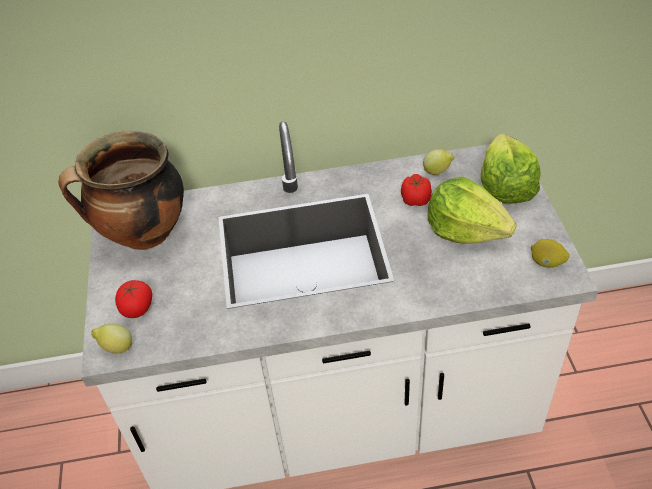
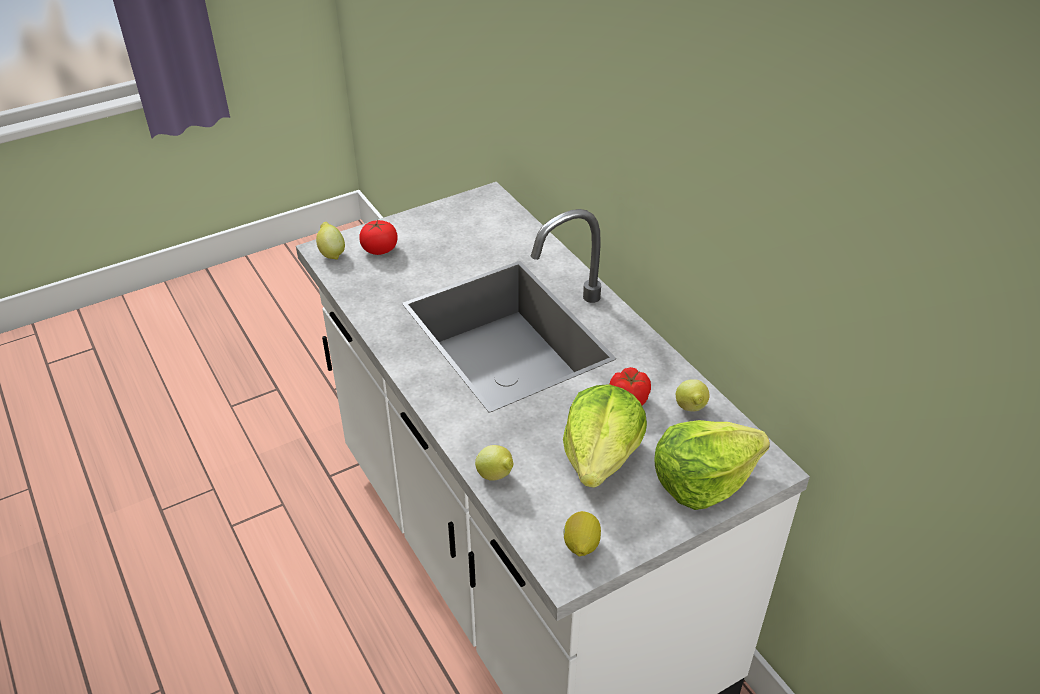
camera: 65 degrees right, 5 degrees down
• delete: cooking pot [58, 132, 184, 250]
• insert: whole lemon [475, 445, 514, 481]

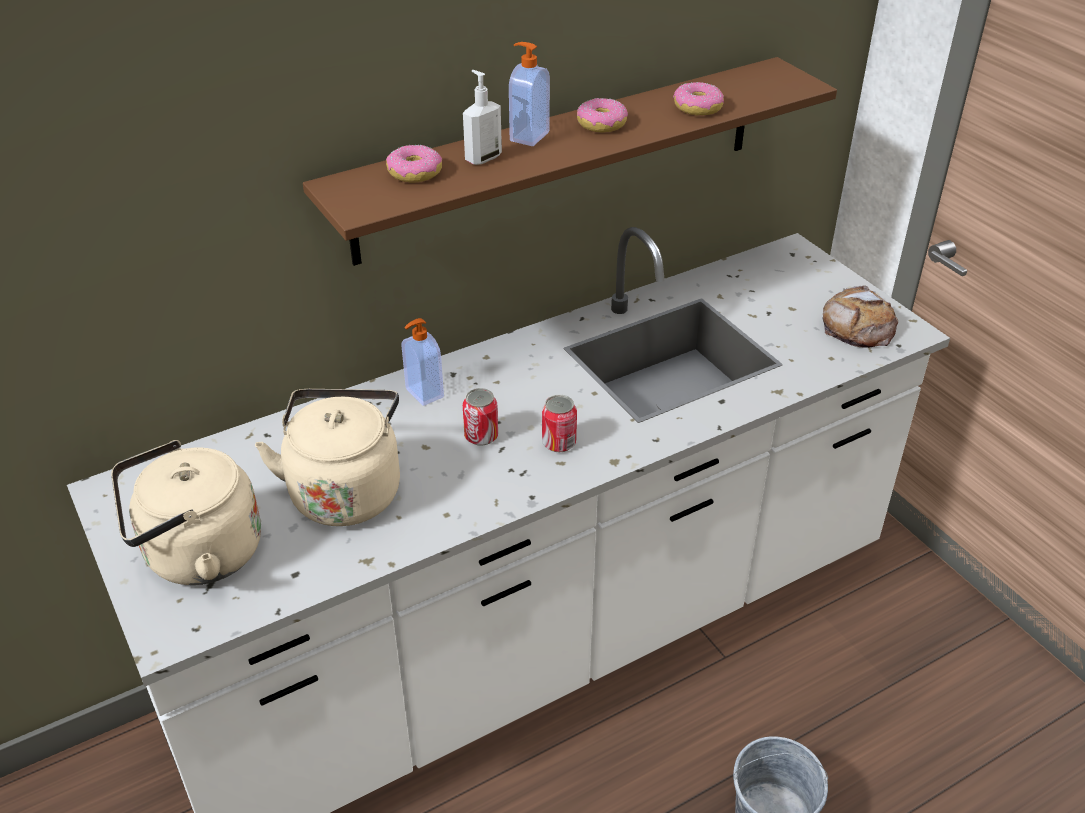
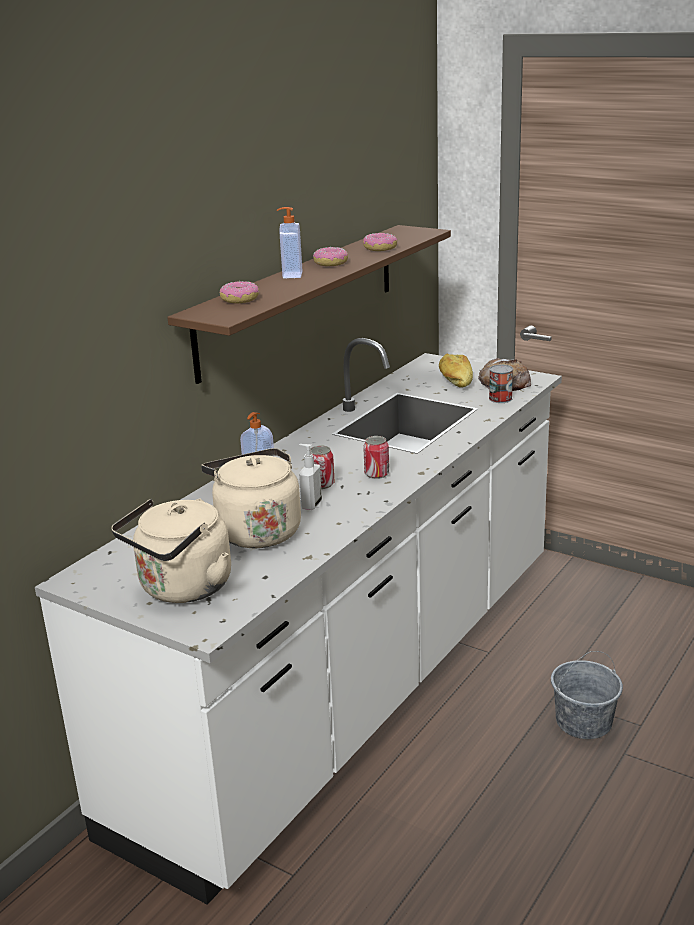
camera: 25 degrees left, 15 degrees down
• move: soap bottle [463, 70, 502, 165] to [299, 444, 322, 510]
• insert: bread [439, 354, 473, 388]
• insert: metal can [489, 365, 513, 403]

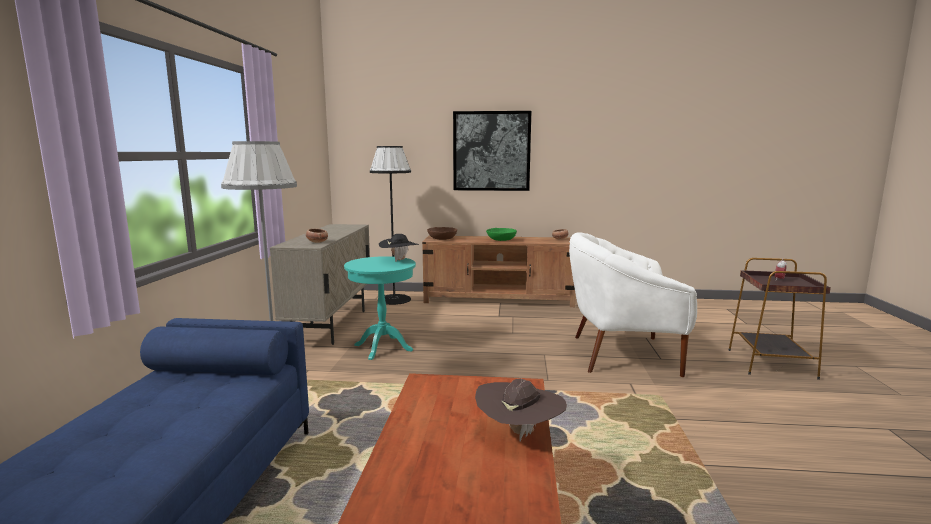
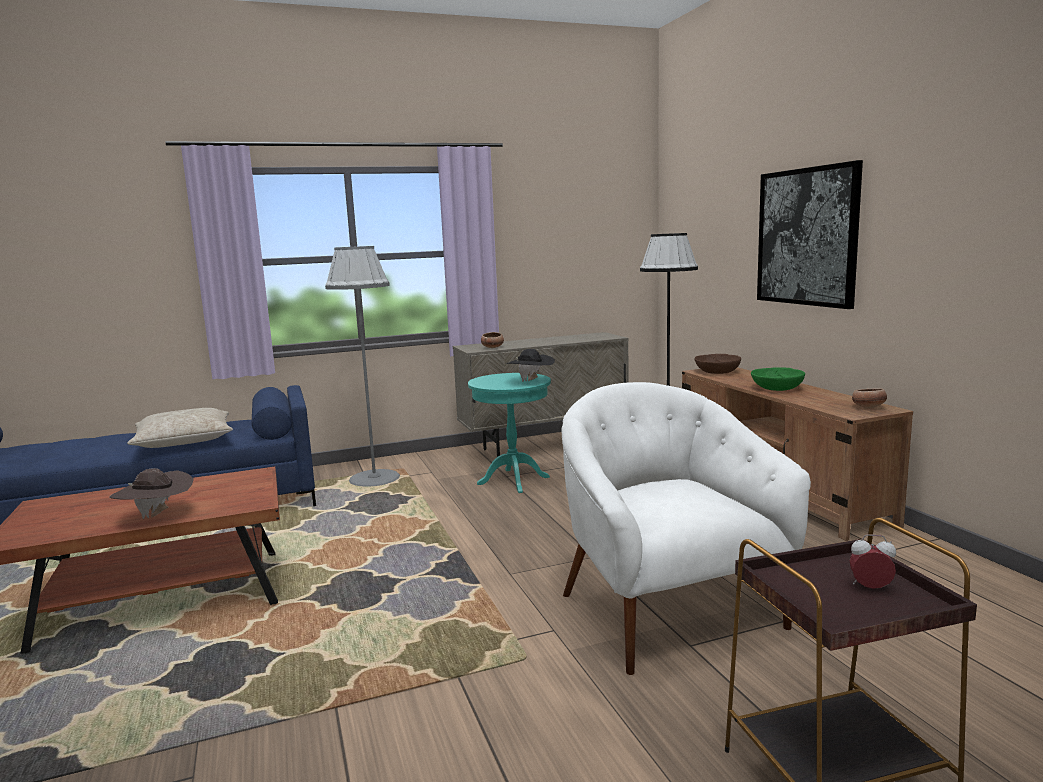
camera: 65 degrees right, 0 degrees up
• insert: sand-coloured pillow [127, 408, 233, 448]

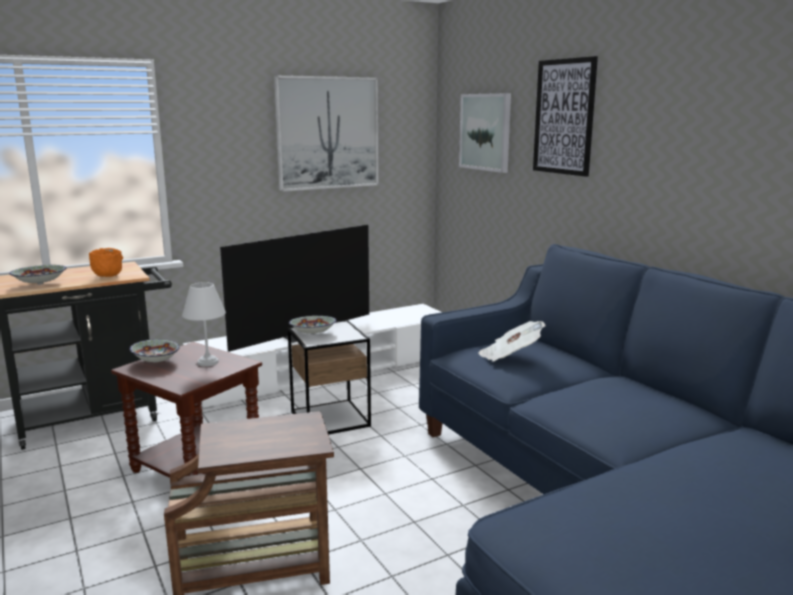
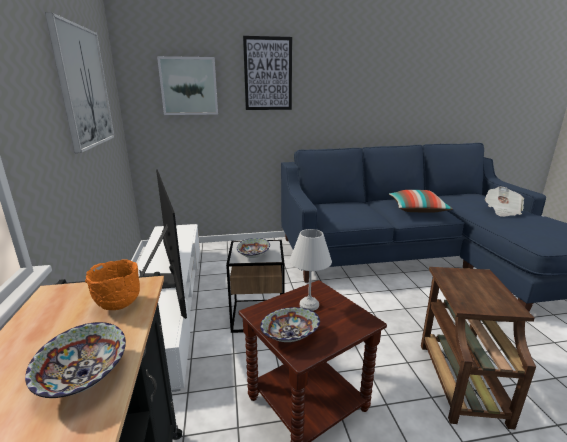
camera: 70 degrees left, 5 degrees up
• move: daily paper [478, 321, 546, 362] to [485, 187, 524, 217]
• insert: pillow [389, 190, 453, 213]

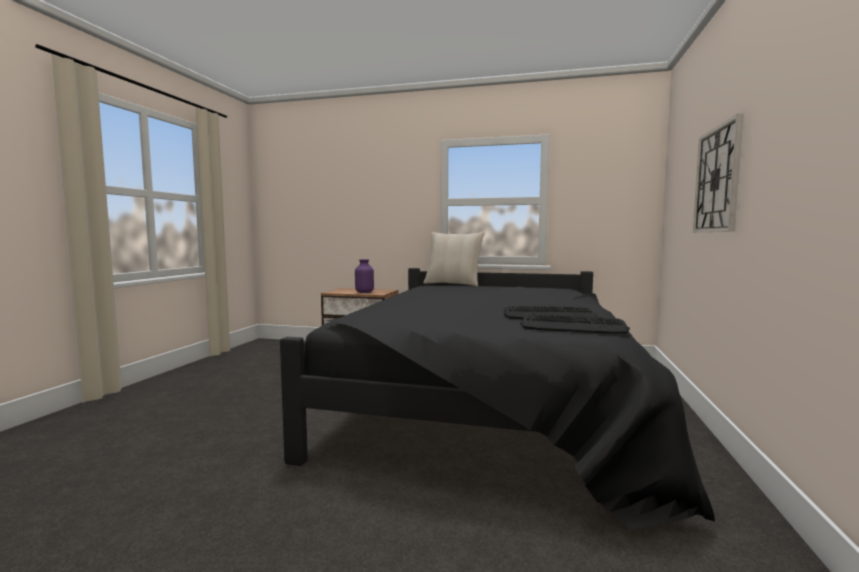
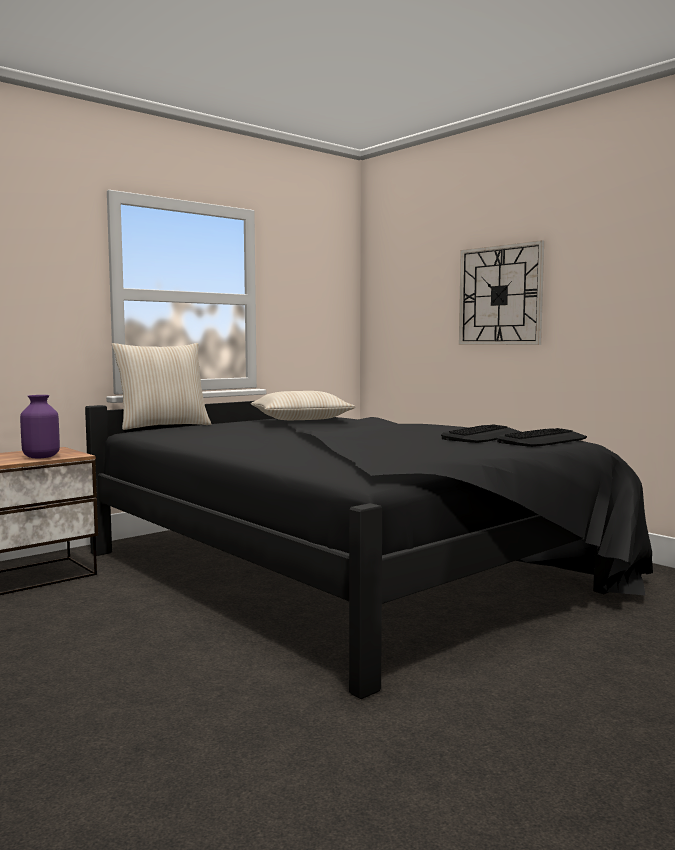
camera: 55 degrees left, 0 degrees up
• insert: sand-coloured pillow [251, 391, 355, 420]

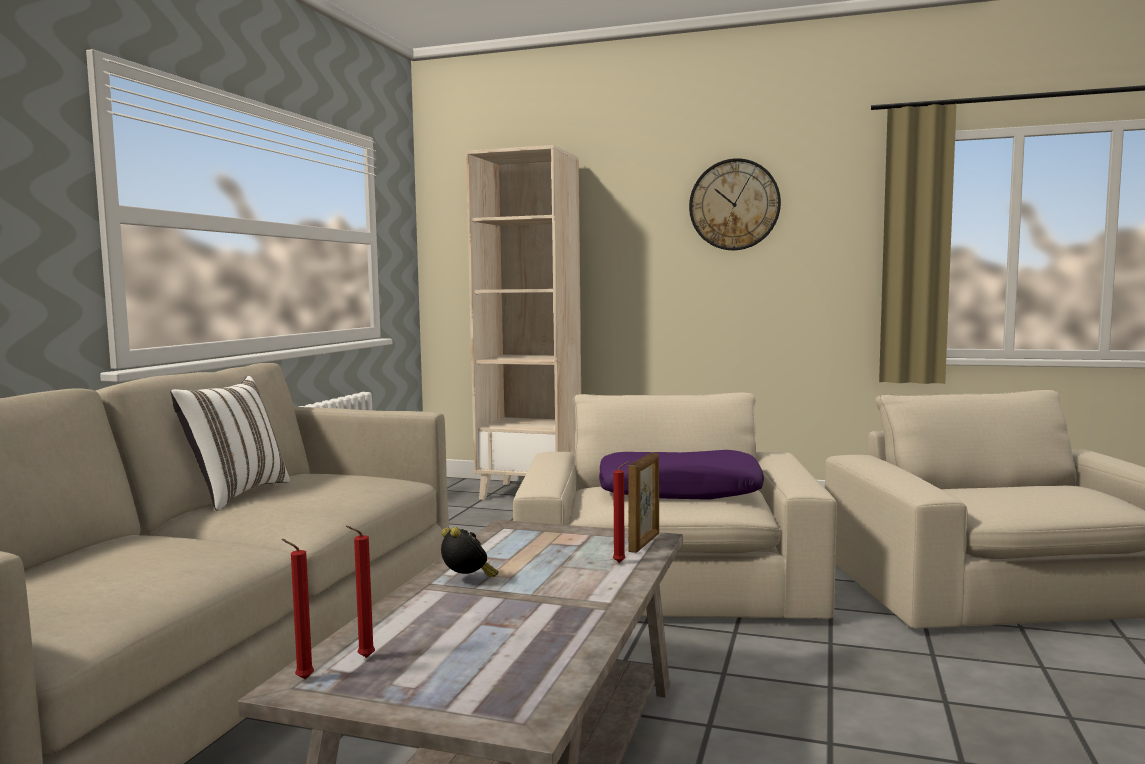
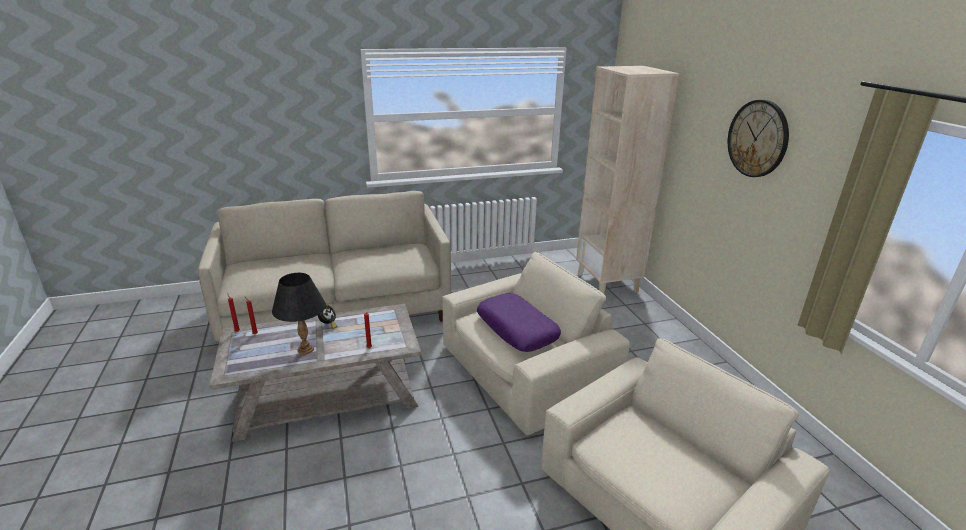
camera: 55 degrees right, 20 degrees up
• delete: white pillow [170, 376, 290, 511]
• delete: picture frame [628, 453, 659, 553]
• insert: blackish table lamp [272, 273, 326, 354]

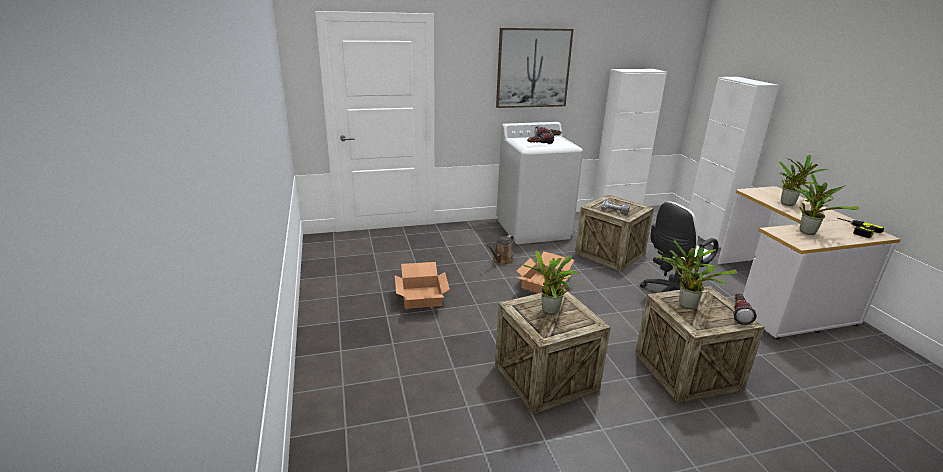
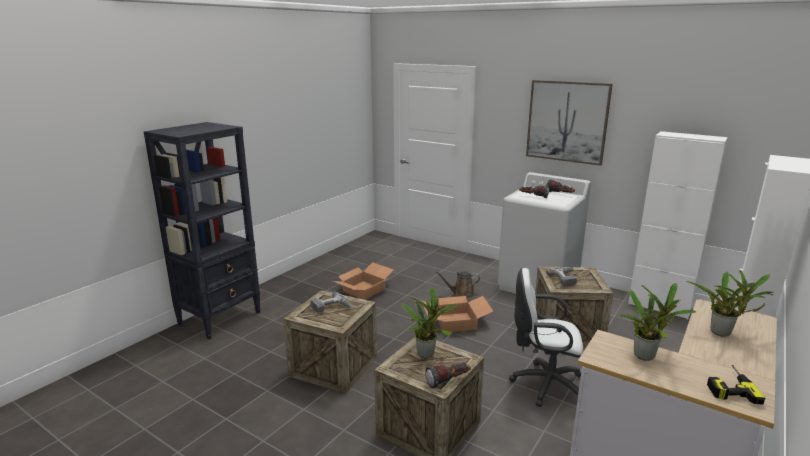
camera: 50 degrees right, 5 degrees down
• replace: houseplant [523, 250, 582, 315] to power drill [310, 292, 352, 313]
• insert: blackish shelving unit [144, 122, 260, 340]

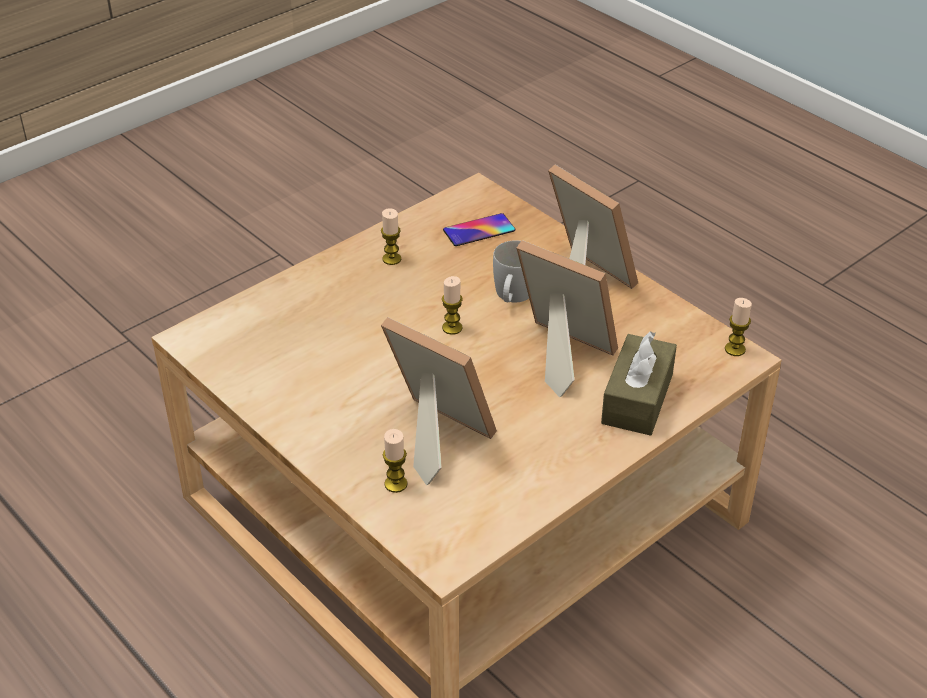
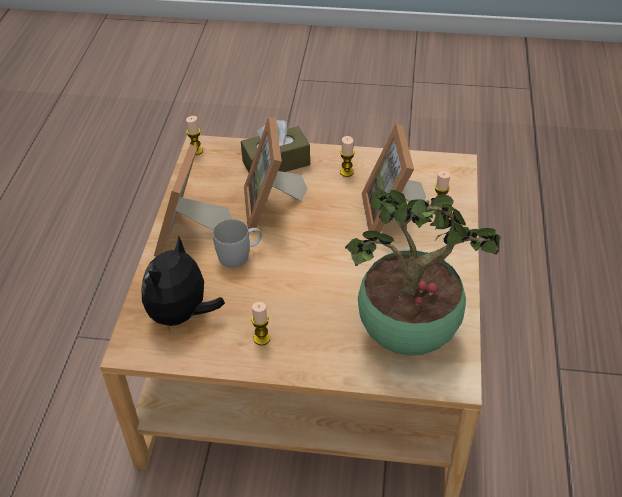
camera: 130 degrees left, 5 degrees up
• replace: phone [443, 213, 515, 246] to soft toy [141, 235, 225, 330]
• move: wax candle [442, 276, 463, 335] to [340, 136, 355, 177]
• insert: houseplant [345, 189, 503, 356]

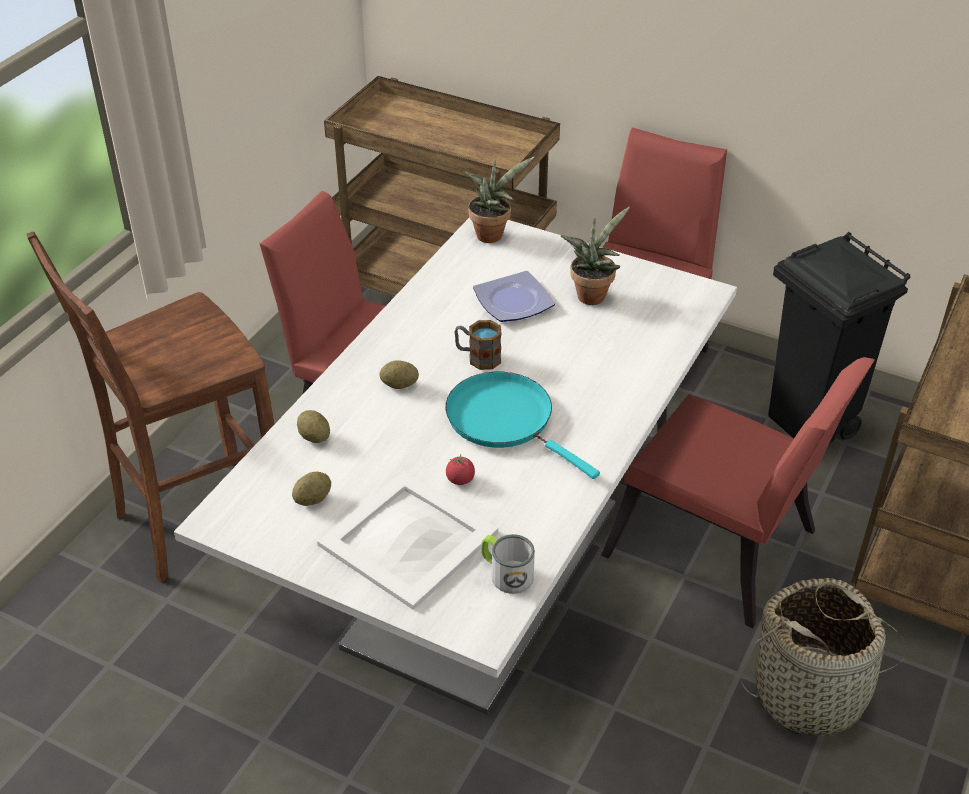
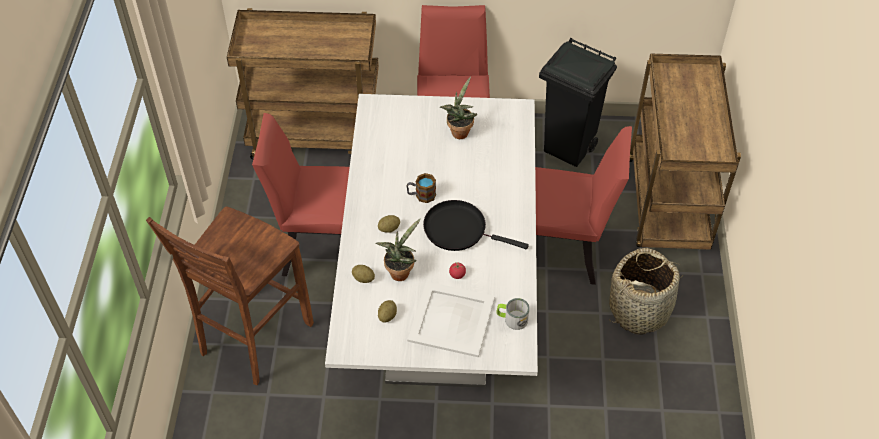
camera: 25 degrees left, 10 degrees up
• move: houseplant [463, 157, 534, 243] to [375, 218, 421, 281]
• delete: dinner plate [473, 271, 555, 322]
• recolor: blue-green pan [445, 372, 600, 479] to blackish pan [423, 200, 529, 251]

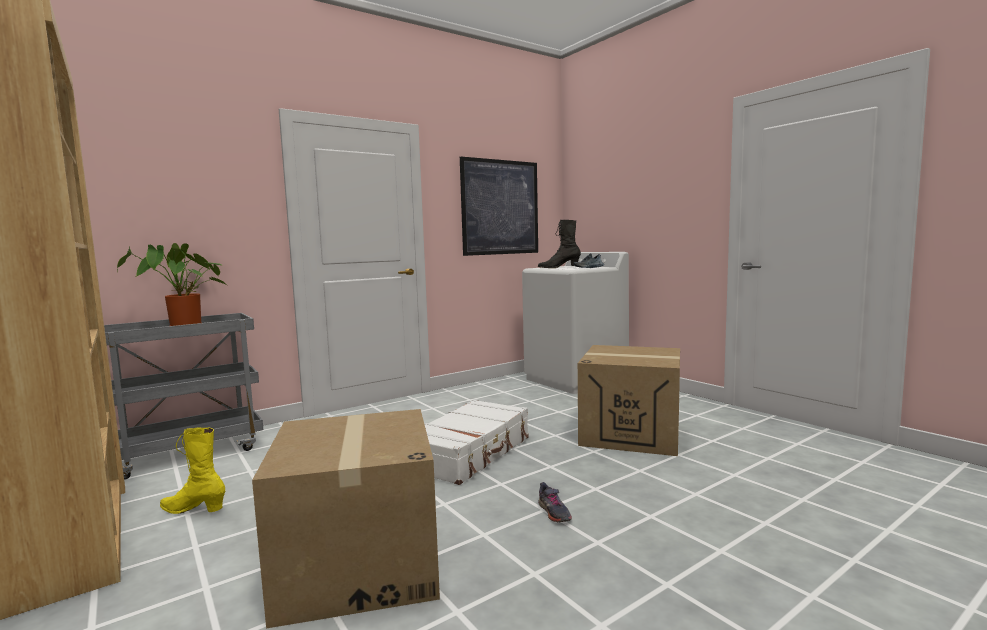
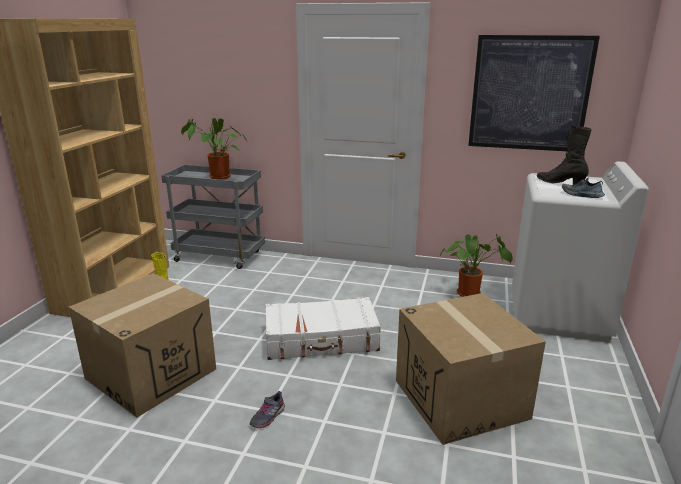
camera: 50 degrees right, 15 degrees up
• insert: houseplant [439, 234, 513, 297]

